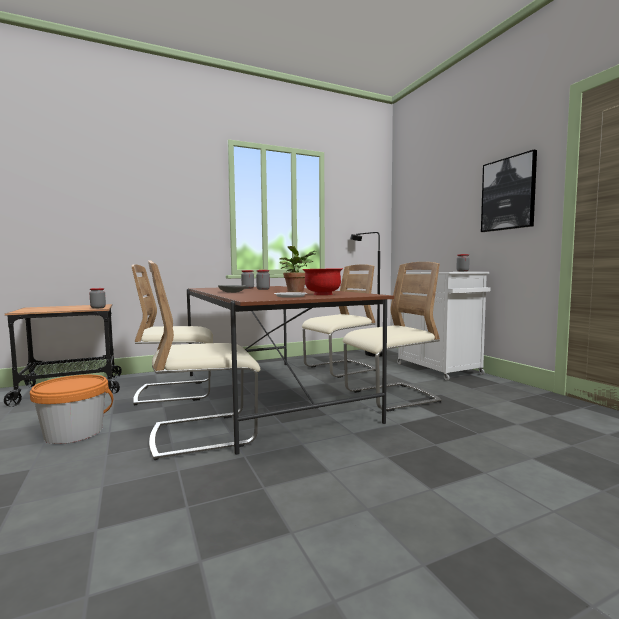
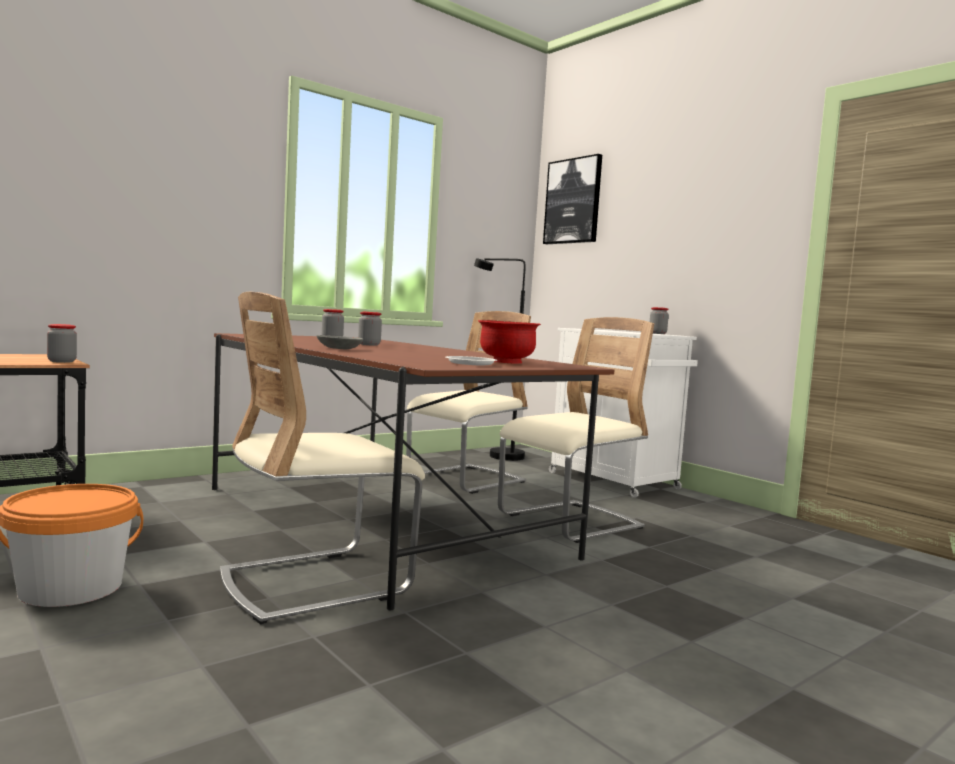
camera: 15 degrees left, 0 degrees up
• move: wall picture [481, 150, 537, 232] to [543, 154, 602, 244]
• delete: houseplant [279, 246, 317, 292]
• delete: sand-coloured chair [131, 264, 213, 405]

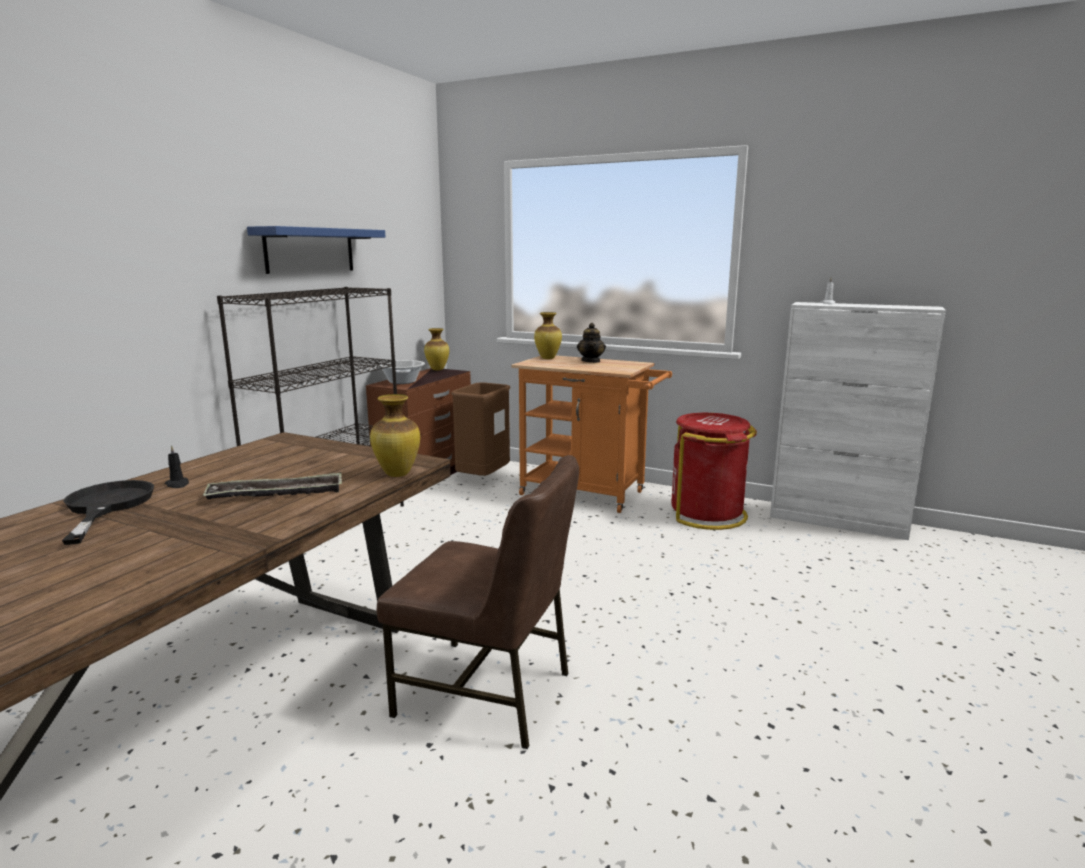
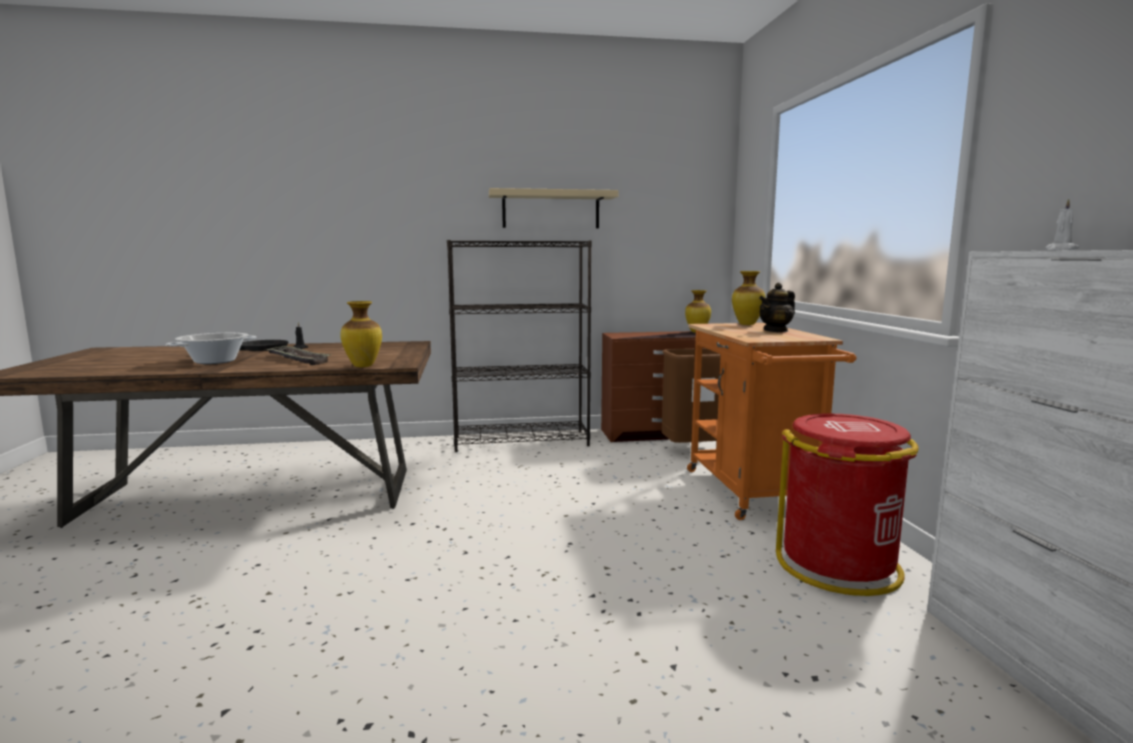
camera: 55 degrees right, 5 degrees down
• recolor: bluish bracket shelf [247, 226, 385, 274] to sand-coloured bracket shelf [489, 188, 618, 228]
• move: cooking pot [379, 360, 425, 384] to [166, 333, 256, 364]
• delete: brown-coloured chair [377, 455, 579, 749]

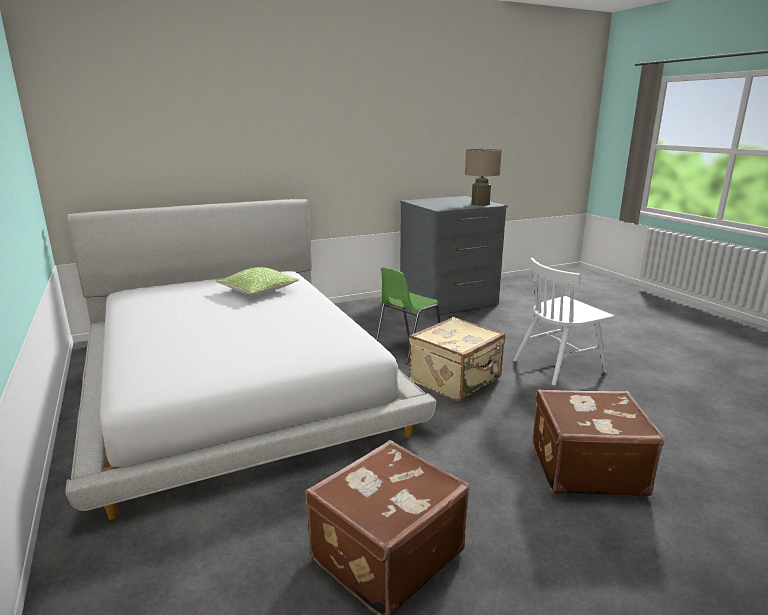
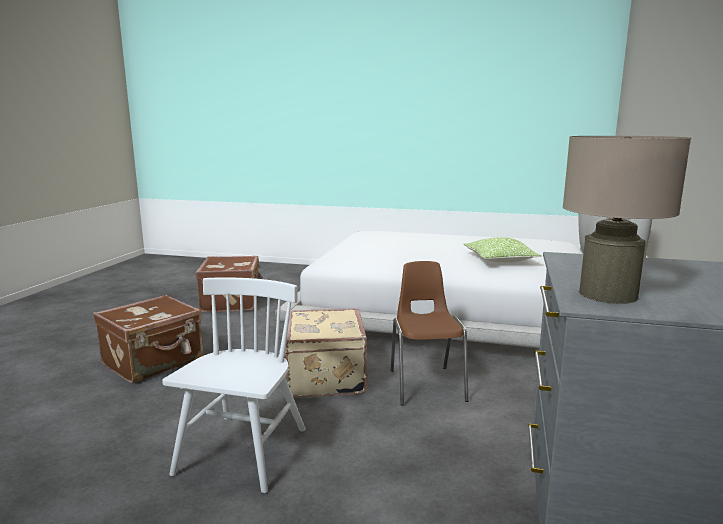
camera: 130 degrees right, 5 degrees down
• recolor: greenish chair [376, 267, 441, 364] to brown-coloured chair [390, 261, 468, 406]

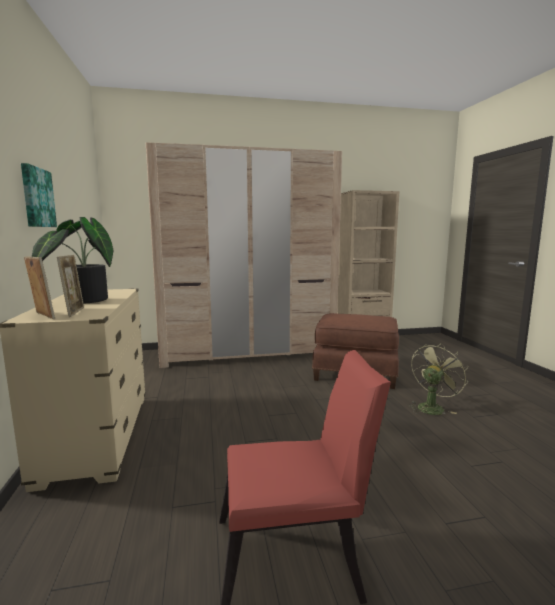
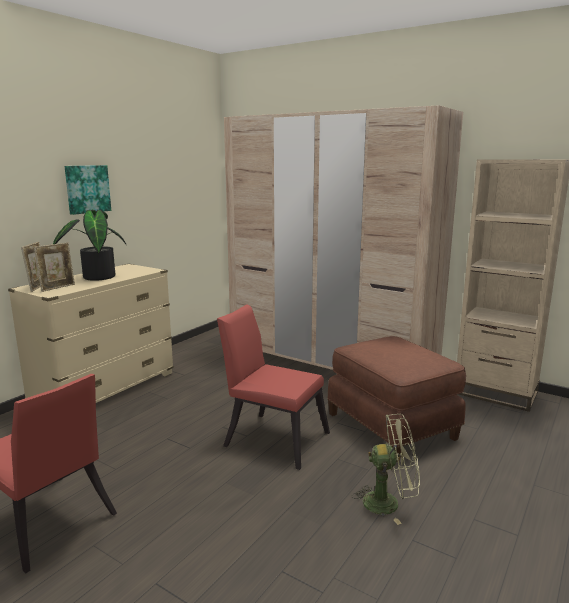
camera: 45 degrees right, 5 degrees up
• insert: red-coloured chair [217, 305, 330, 470]

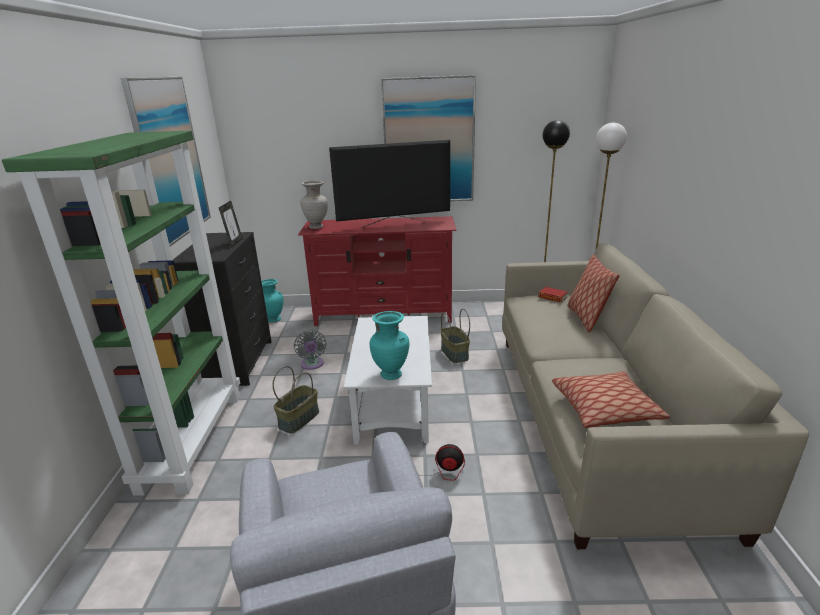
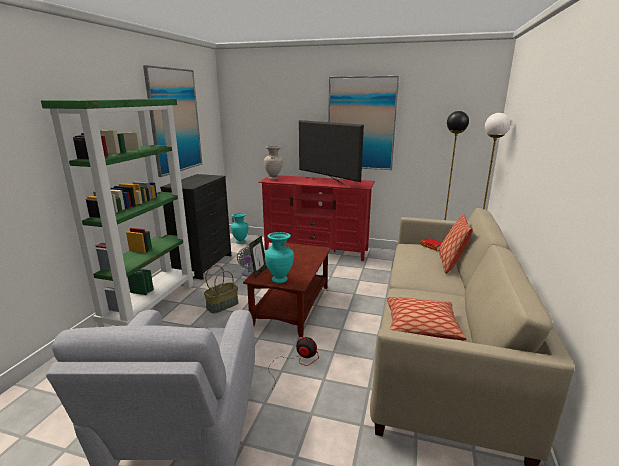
camera: 15 degrees right, 5 degrees down
• rotate: TV set [329, 140, 450, 228] = [299, 120, 364, 186] 45 degrees clockwise
• move: picture frame [219, 201, 243, 248] to [249, 235, 267, 277]
• delete: household basket [440, 309, 470, 363]
• recolor: white coffee table [343, 316, 432, 445] to brown-coloured coffee table [243, 243, 331, 337]

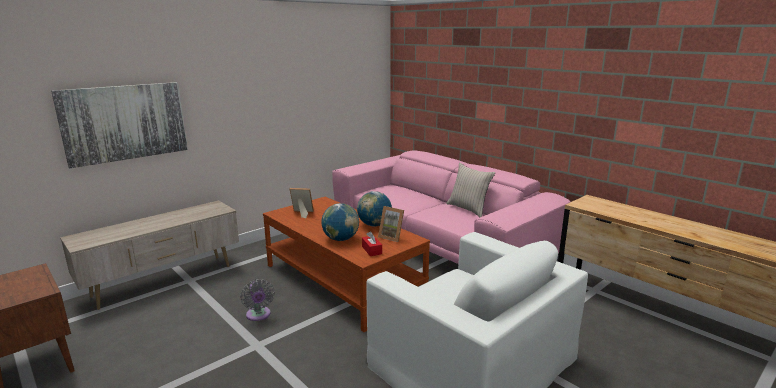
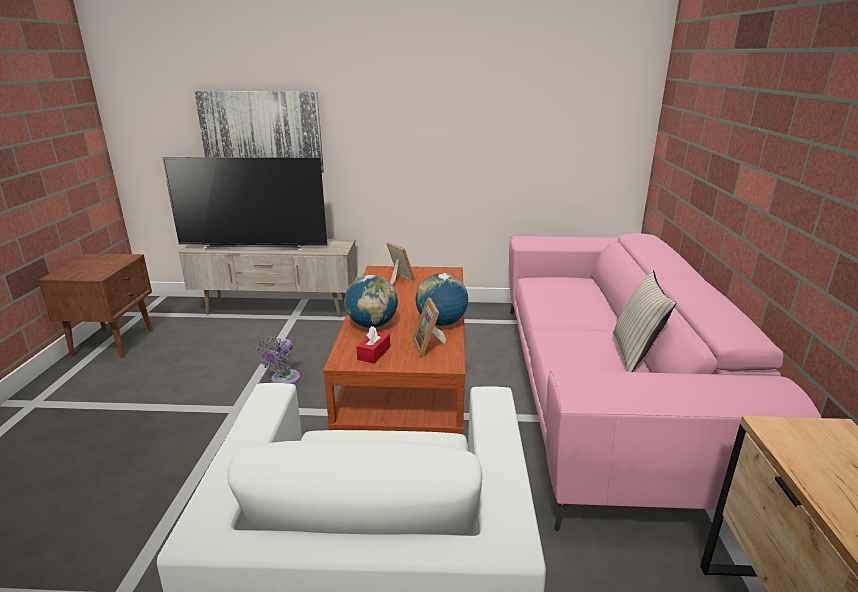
camera: 45 degrees right, 5 degrees up
• insert: TV set [162, 157, 327, 251]

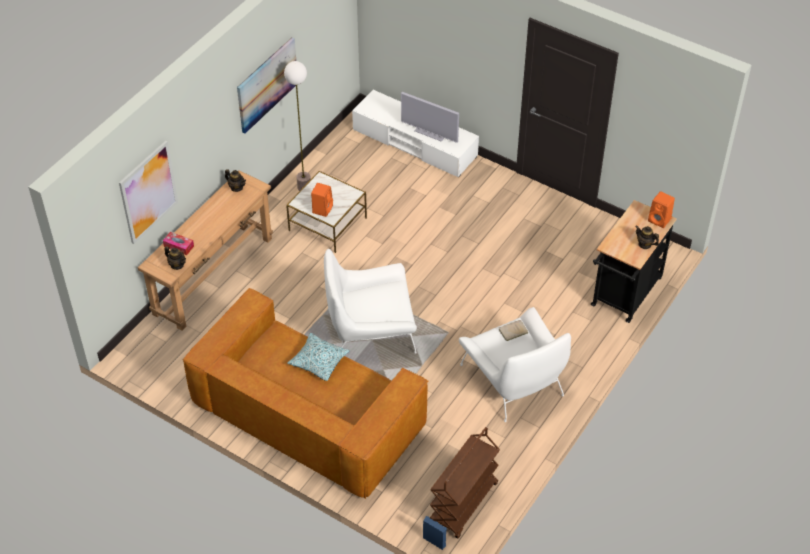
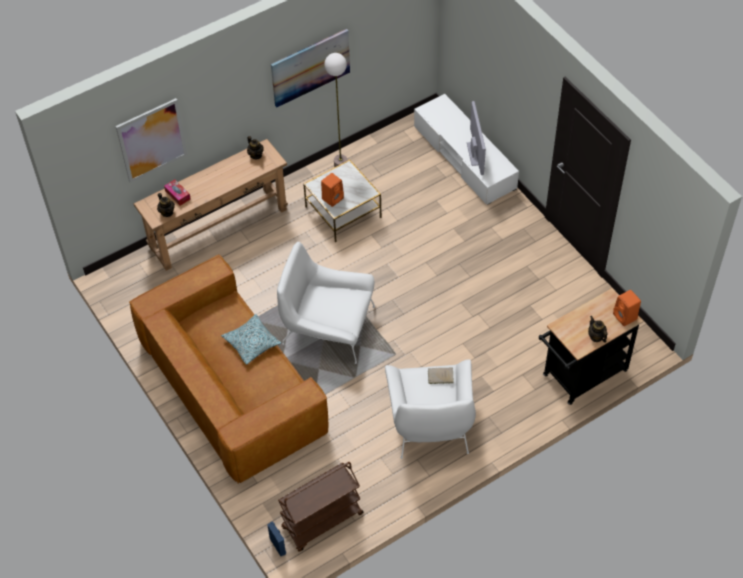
camera: 25 degrees right, 5 degrees up
• rotate: TV set [401, 92, 459, 143] = [467, 101, 486, 175] 150 degrees counterclockwise

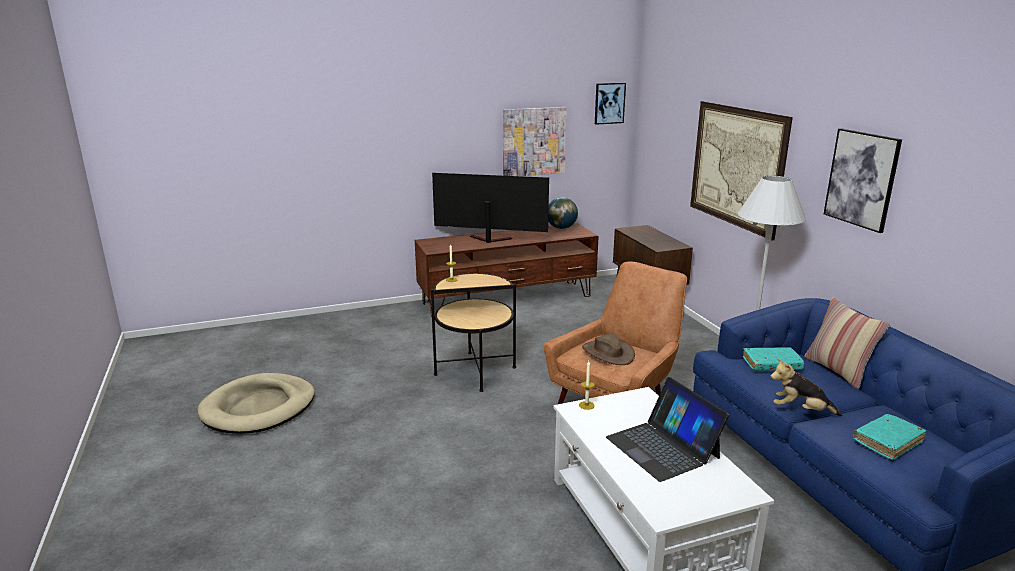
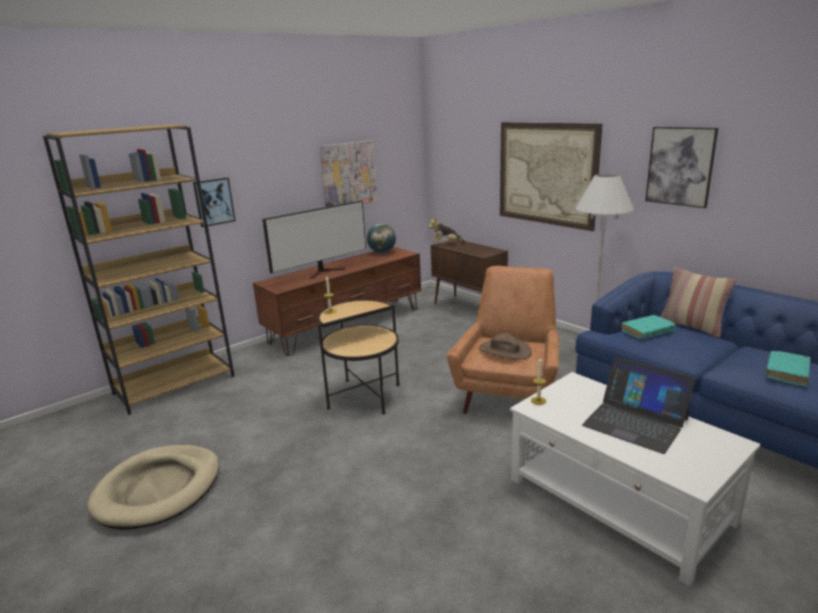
camera: 20 degrees left, 0 degrees up
• move: wall picture [595, 83, 626, 125] to [193, 178, 236, 227]
• rotate: TV set [432, 173, 549, 243] = [262, 200, 366, 279] 150 degrees clockwise
• move: soft toy [770, 358, 842, 416] to [428, 218, 466, 243]
• insert: brown-coloured shelving unit [43, 125, 235, 415]

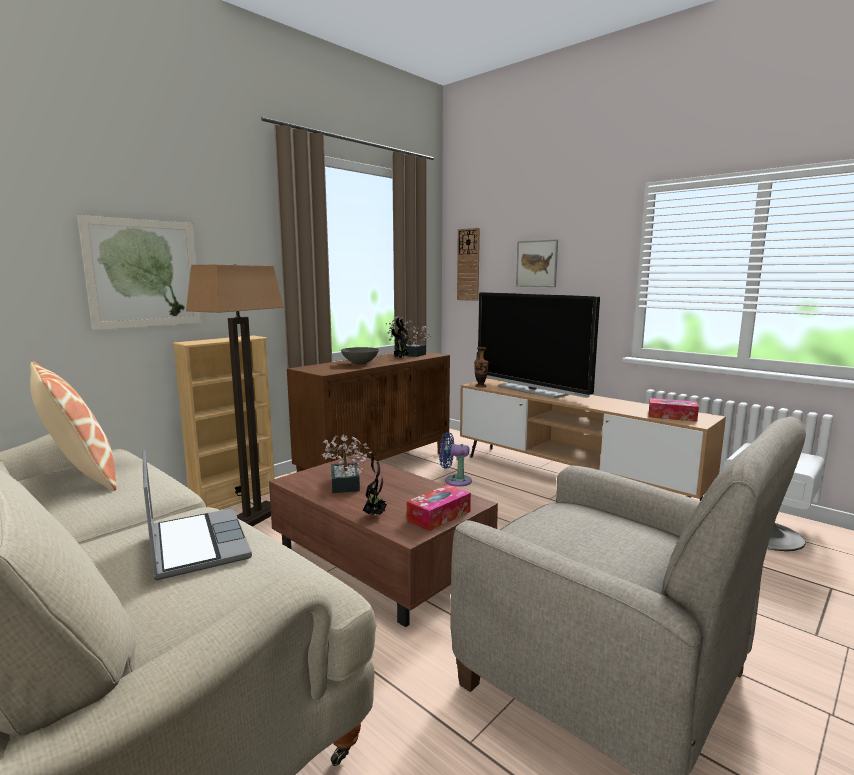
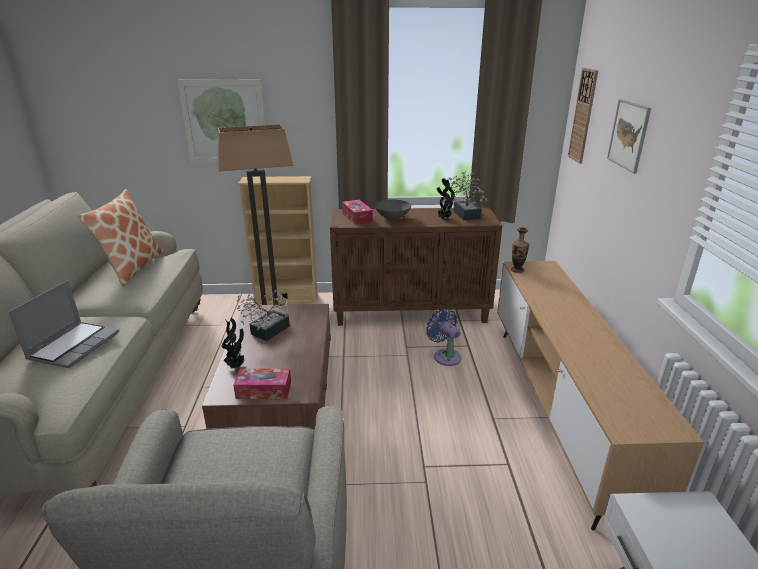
camera: 45 degrees right, 15 degrees up
• delete: TV set [478, 292, 600, 399]
• move: tissue box [649, 398, 699, 422] to [342, 200, 373, 225]

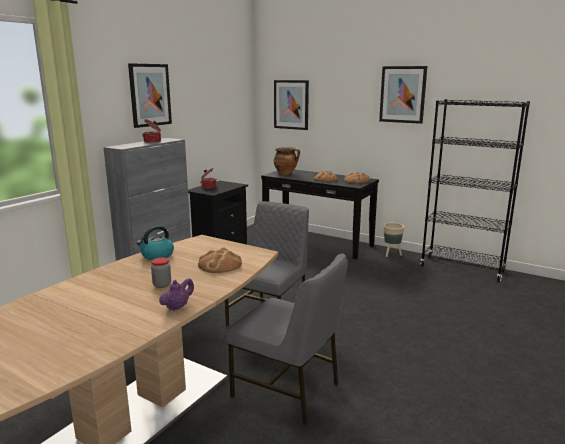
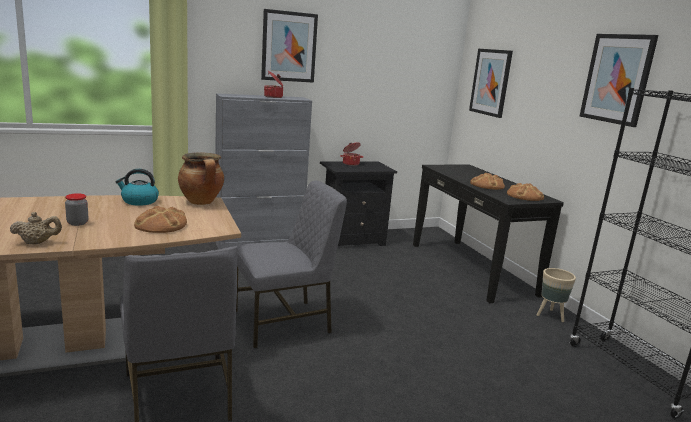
camera: 35 degrees right, 0 degrees up
• move: cooking pot [274, 147, 300, 175] to [178, 152, 224, 205]
• recolor: purplish tea pot [159, 278, 194, 311] to sand-coloured tea pot [10, 212, 62, 244]

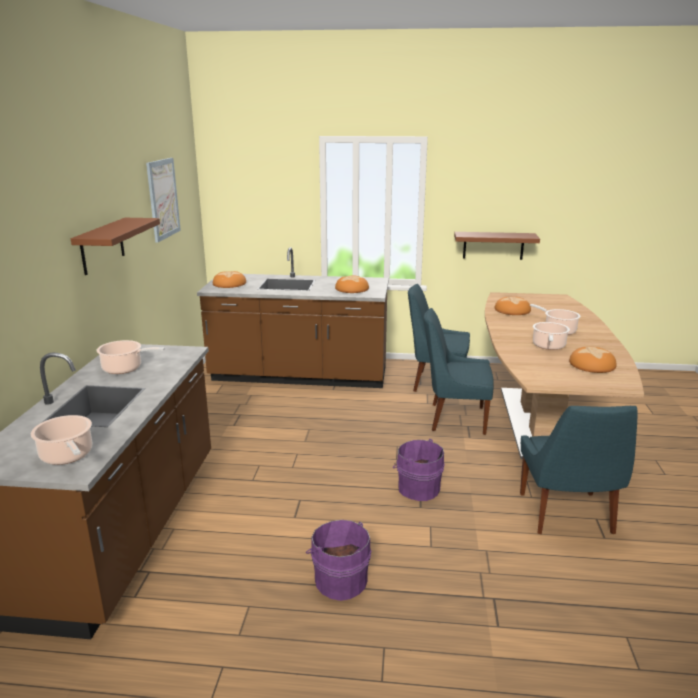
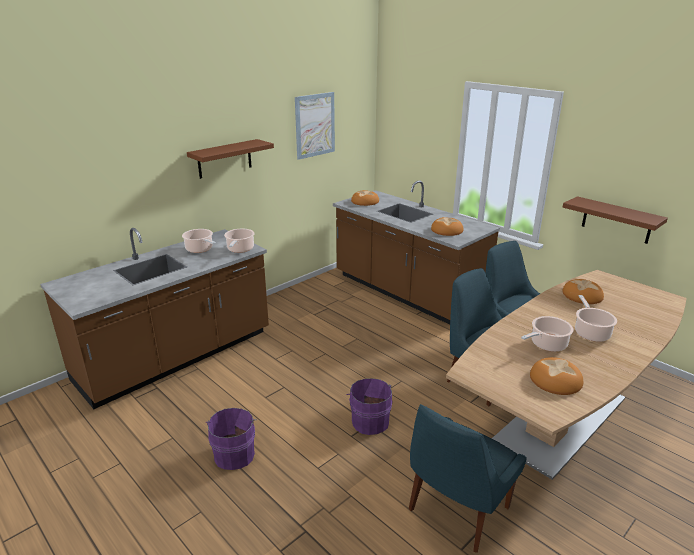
camera: 40 degrees right, 5 degrees up
• move: cooking pot [31, 415, 92, 465] to [224, 229, 255, 253]

